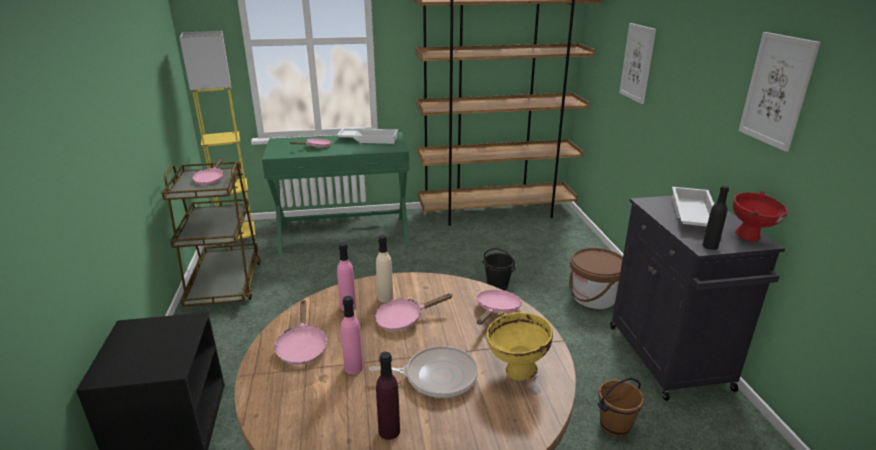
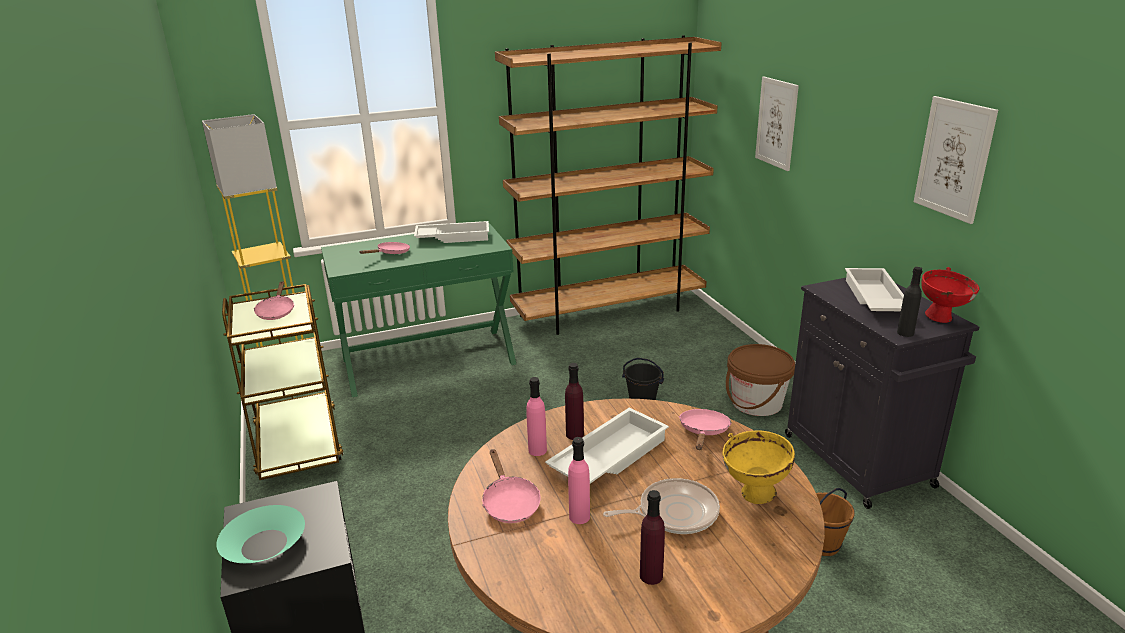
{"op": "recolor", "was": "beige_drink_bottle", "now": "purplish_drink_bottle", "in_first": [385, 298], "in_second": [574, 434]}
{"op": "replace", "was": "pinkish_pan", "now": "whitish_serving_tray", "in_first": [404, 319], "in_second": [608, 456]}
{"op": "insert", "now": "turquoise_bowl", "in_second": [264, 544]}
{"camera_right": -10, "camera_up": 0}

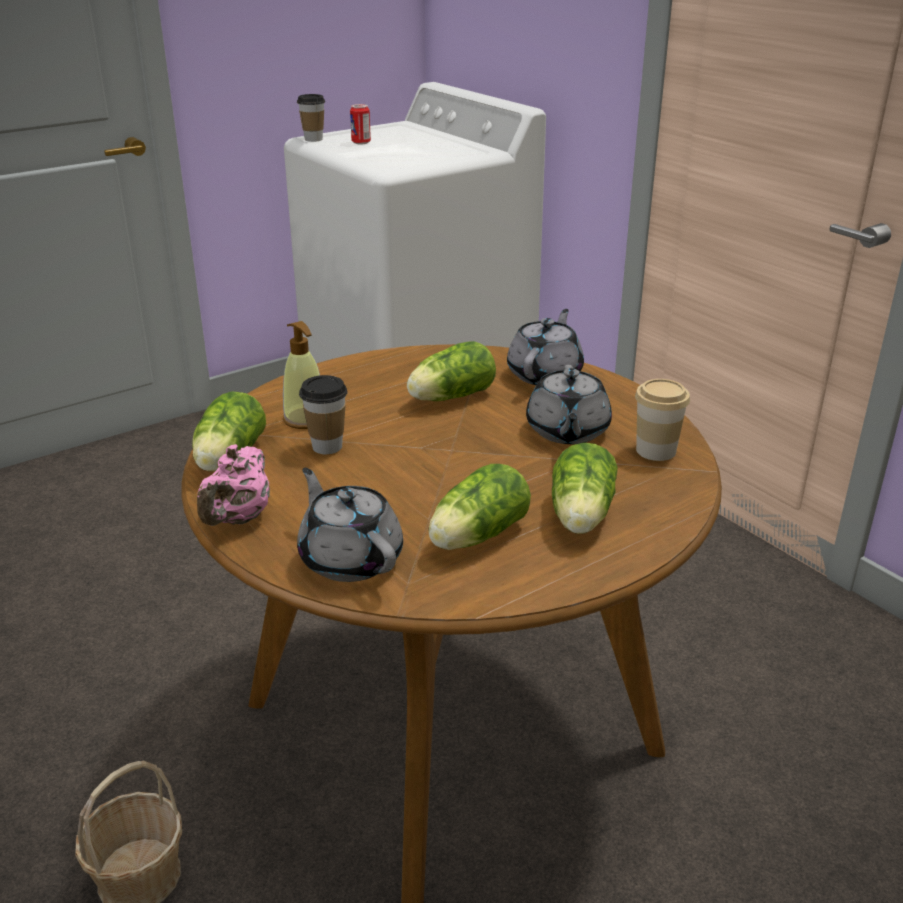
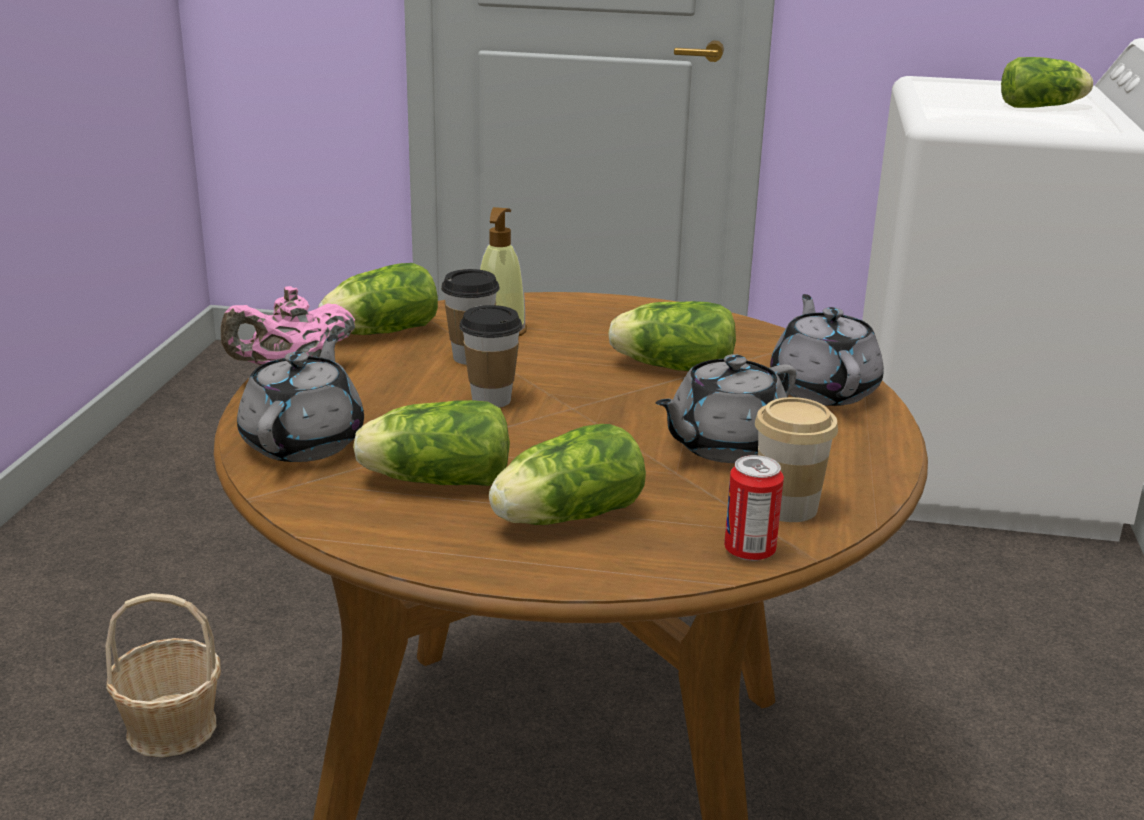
{"op": "move", "was": "small_cup", "in_first": [313, 139], "in_second": [491, 400]}
{"op": "move", "was": "metal_can", "in_first": [361, 143], "in_second": [749, 551]}
{"op": "rotate", "was": "gray_tea_pot", "in_first": [545, 374], "in_second": [823, 389], "clockwise": -75}
{"op": "insert", "now": "lettuce_head", "in_second": [1043, 107]}
{"camera_right": 45, "camera_up": -5}

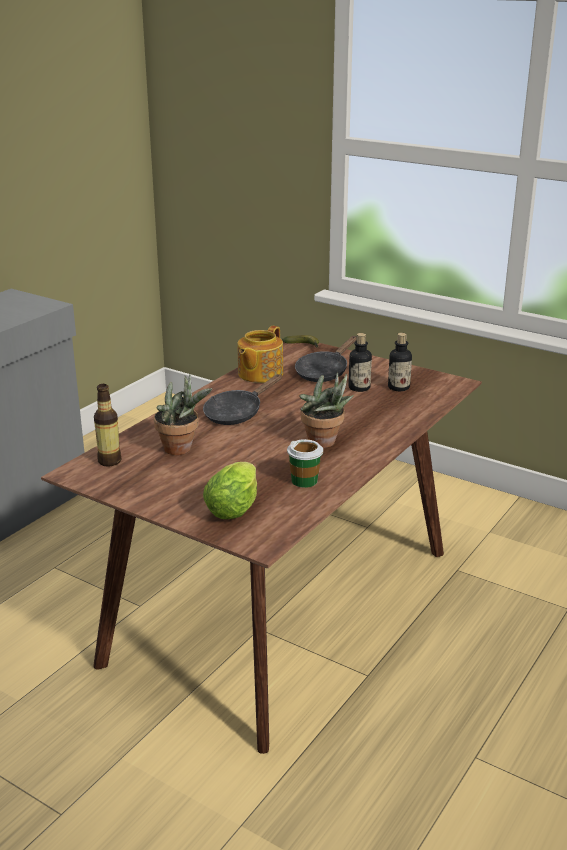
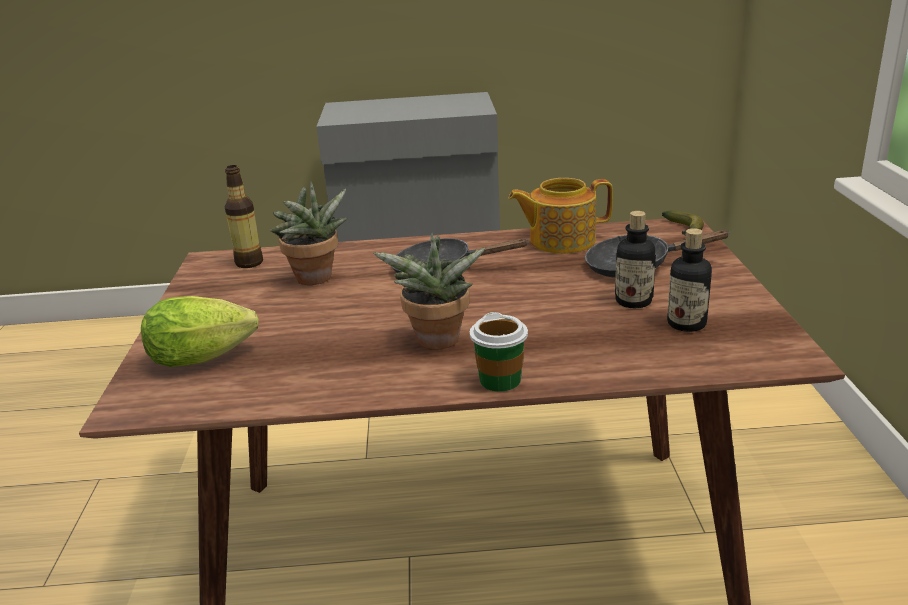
{"op": "move", "was": "small_cup", "in_first": [304, 481], "in_second": [500, 380]}
{"camera_right": 55, "camera_up": 0}

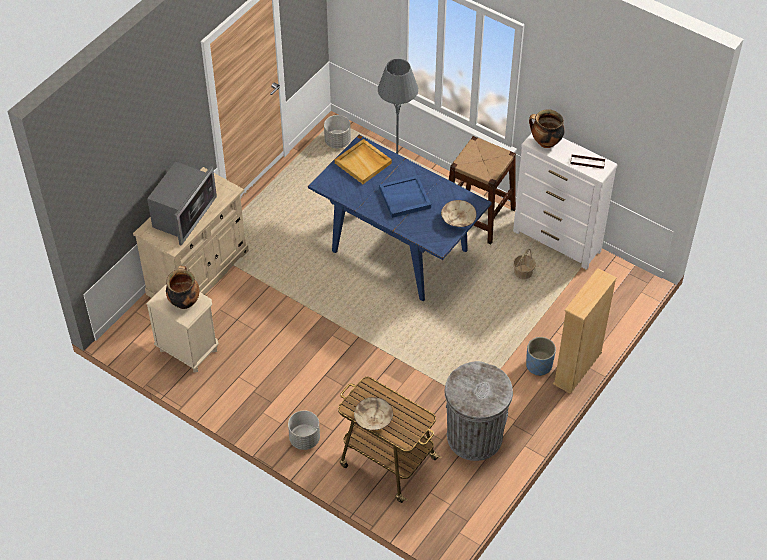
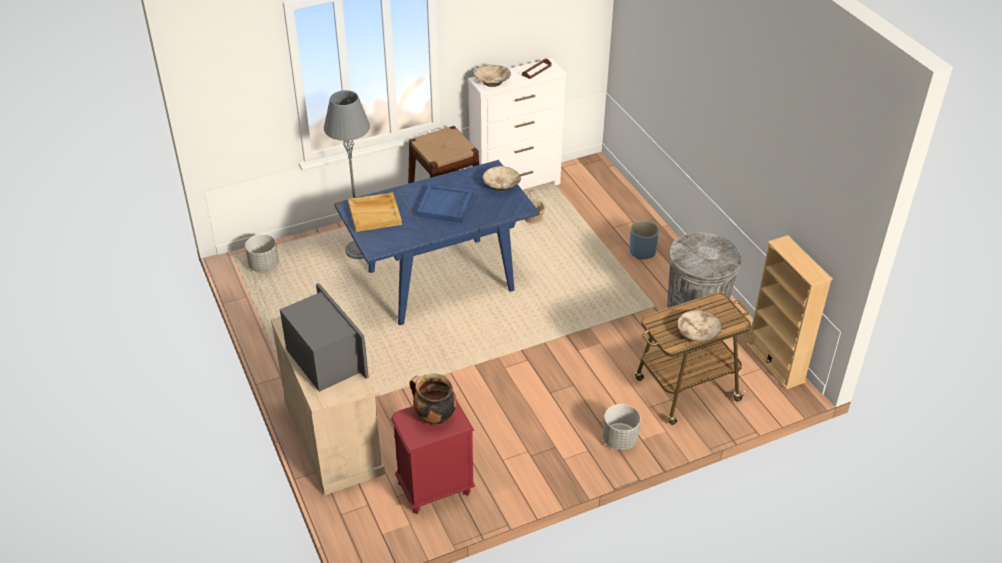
{"op": "replace", "was": "cooking_pot", "now": "beige_bowl", "in_first": [545, 142], "in_second": [492, 81]}
{"op": "move", "was": "beige_bookcase", "in_first": [577, 368], "in_second": [775, 363]}
{"op": "recolor", "was": "beige_night_table", "now": "red_night_table", "in_first": [188, 350], "in_second": [434, 488]}
{"camera_right": -60, "camera_up": -10}

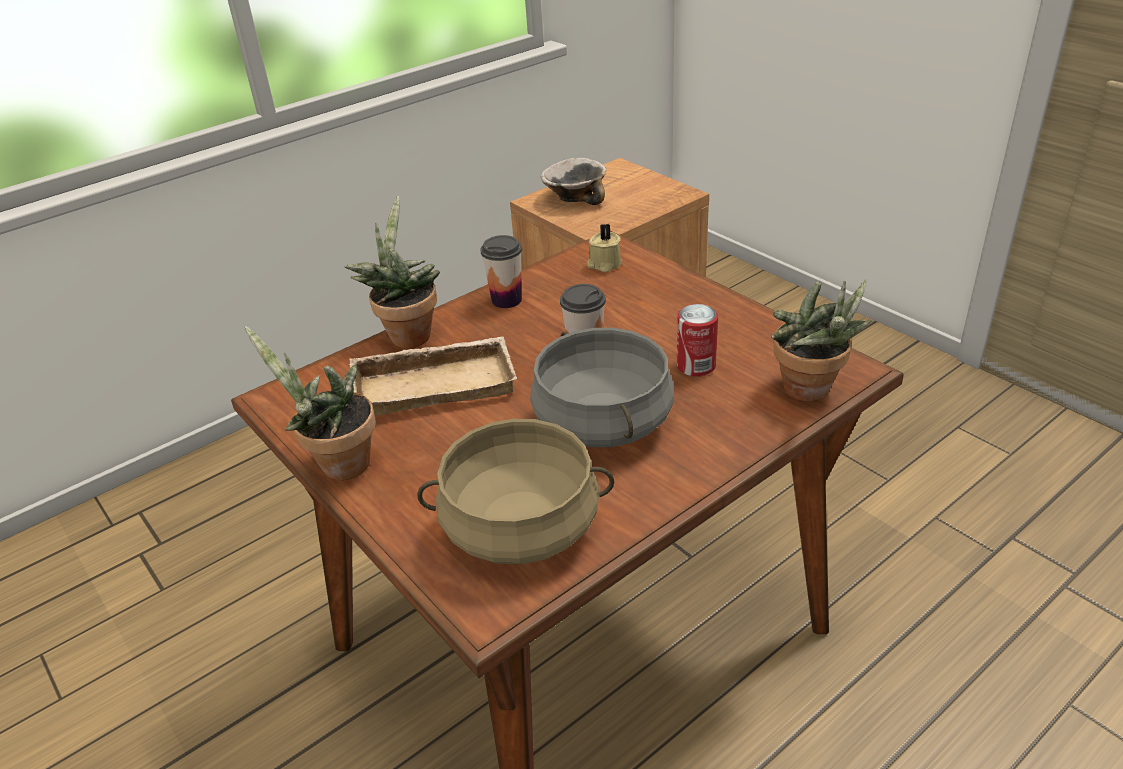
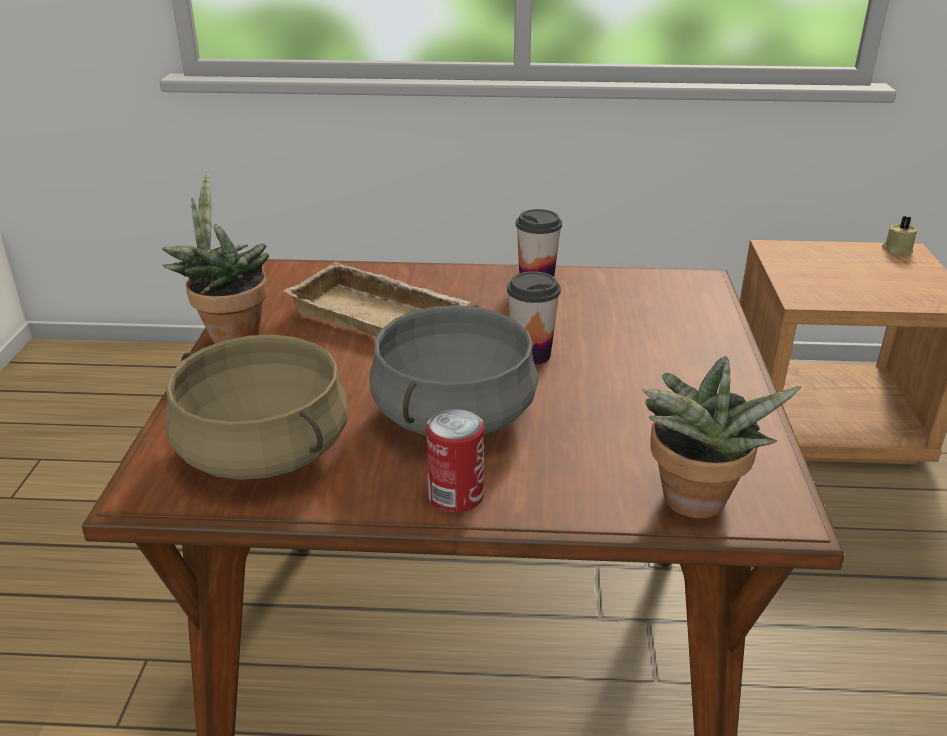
{"op": "delete", "was": "bowl", "in_first": [574, 198]}
{"op": "delete", "was": "houseplant", "in_first": [408, 334]}
{"op": "move", "was": "beige_candle", "in_first": [604, 264], "in_second": [896, 250]}
{"op": "move", "was": "metal_can", "in_first": [696, 366], "in_second": [456, 496]}
{"camera_right": 40, "camera_up": -5}

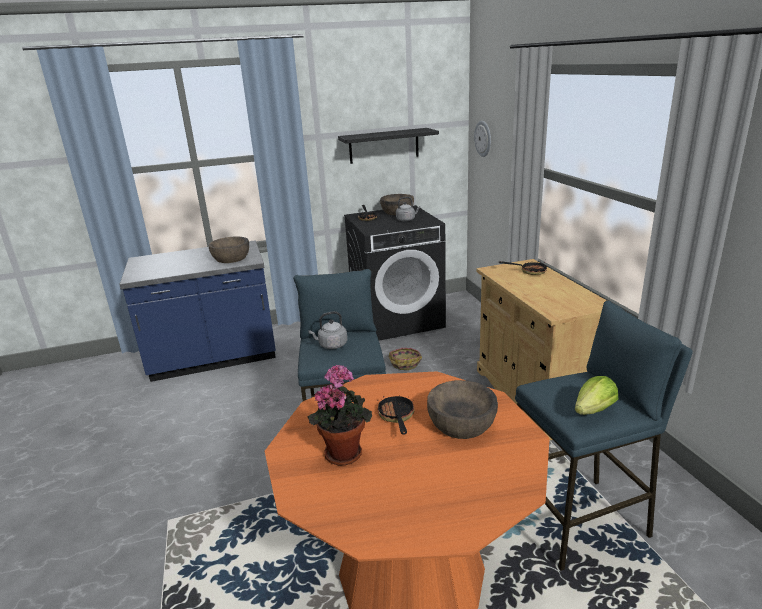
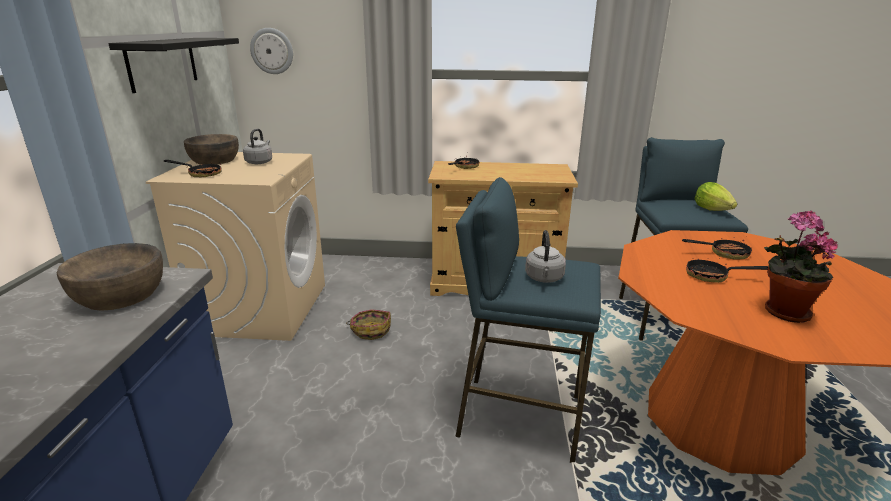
{"op": "recolor", "was": "black_washing_machine", "now": "beige_washing_machine", "in_first": [397, 319], "in_second": [261, 308]}
{"op": "replace", "was": "brownish_bowl", "now": "pan", "in_first": [461, 423], "in_second": [723, 253]}
{"camera_right": -70, "camera_up": 0}

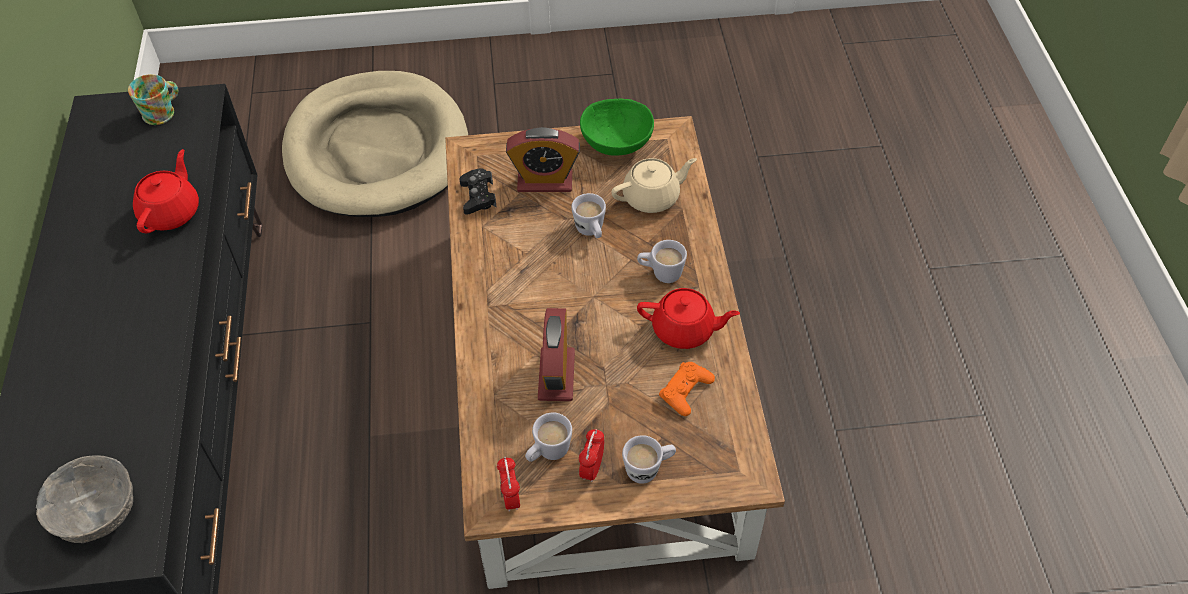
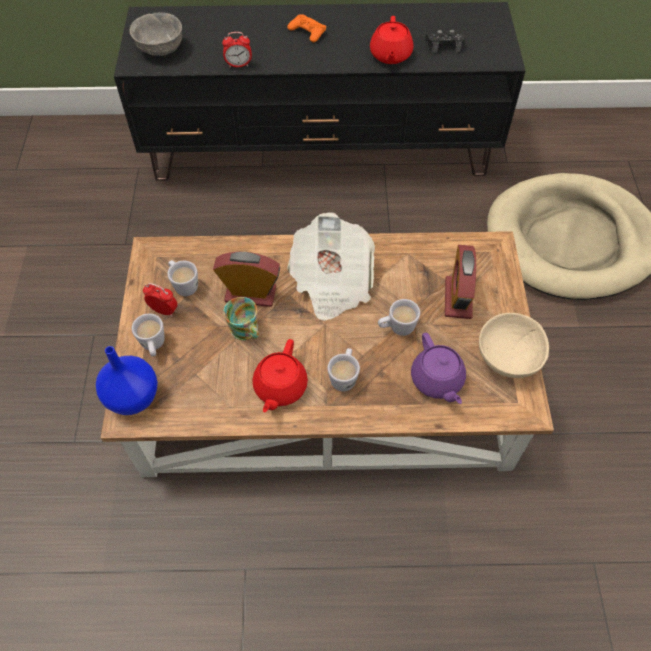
{"op": "move", "was": "mug", "in_first": [163, 112], "in_second": [246, 332]}
{"op": "recolor", "was": "greenish_bowl", "now": "beige_bowl", "in_first": [615, 144], "in_second": [508, 357]}
{"op": "rotate", "was": "red_tea_pot", "in_first": [172, 212], "in_second": [390, 55], "clockwise": 75}
{"op": "recolor", "was": "beige_tea_pot", "now": "purplish_tea_pot", "in_first": [652, 197], "in_second": [437, 380]}
{"op": "move", "was": "black_game_controller", "in_first": [478, 196], "in_second": [444, 45]}
{"op": "move", "was": "orangey_game_controller", "in_first": [686, 391], "in_second": [307, 32]}
{"op": "move", "was": "bedside_clock", "in_first": [511, 497], "in_second": [238, 65]}
{"op": "insert", "now": "daily_paper", "in_second": [331, 282]}
{"op": "insert", "now": "blue-coloured_vase", "in_second": [132, 397]}
{"camera_right": 95, "camera_up": 5}

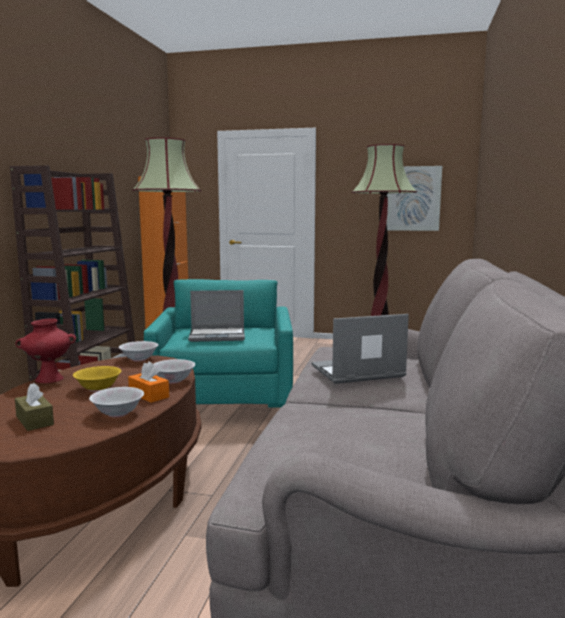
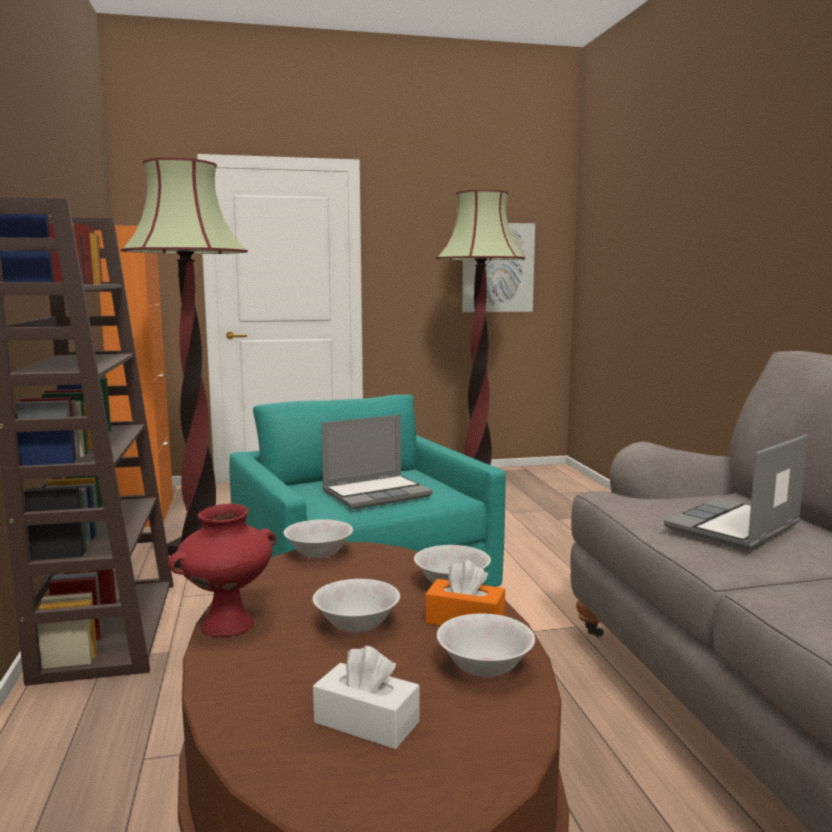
{"op": "recolor", "was": "yellowish_bowl", "now": "whitish_bowl", "in_first": [98, 389], "in_second": [356, 626]}
{"op": "recolor", "was": "brownish_box_of_tissues", "now": "whitish_box_of_tissues", "in_first": [34, 420], "in_second": [366, 722]}
{"camera_right": -25, "camera_up": 0}

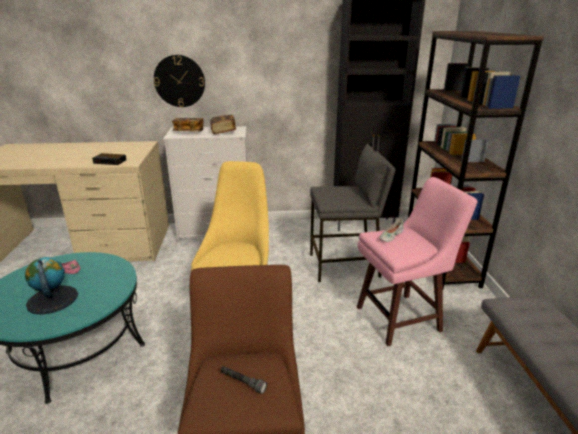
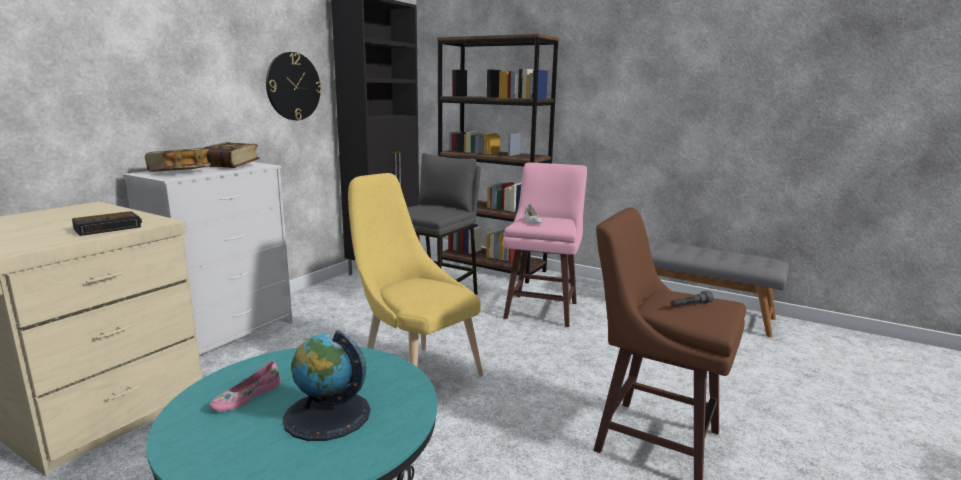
{"op": "move", "was": "hanging_clock", "in_first": [179, 81], "in_second": [293, 86]}
{"camera_right": -55, "camera_up": -10}

